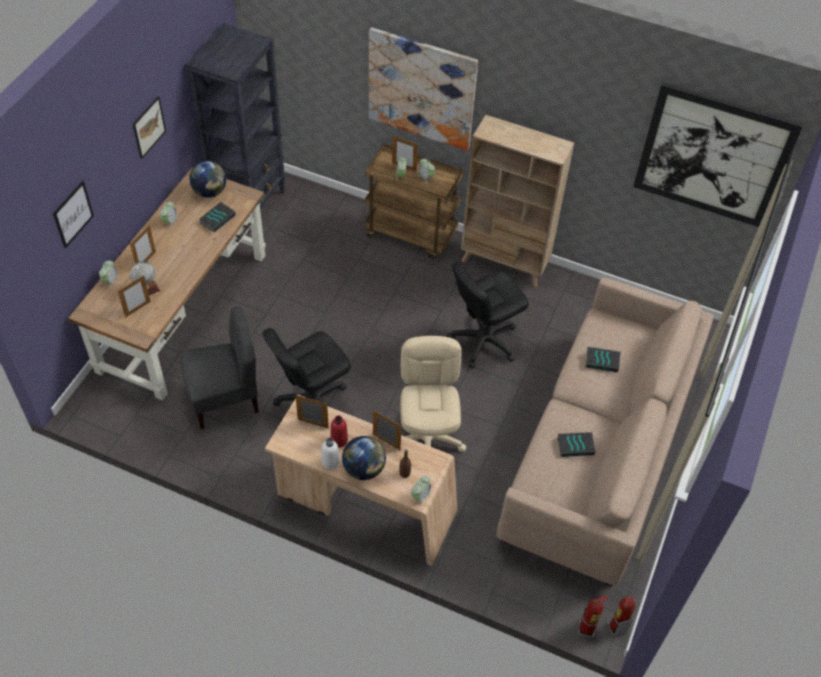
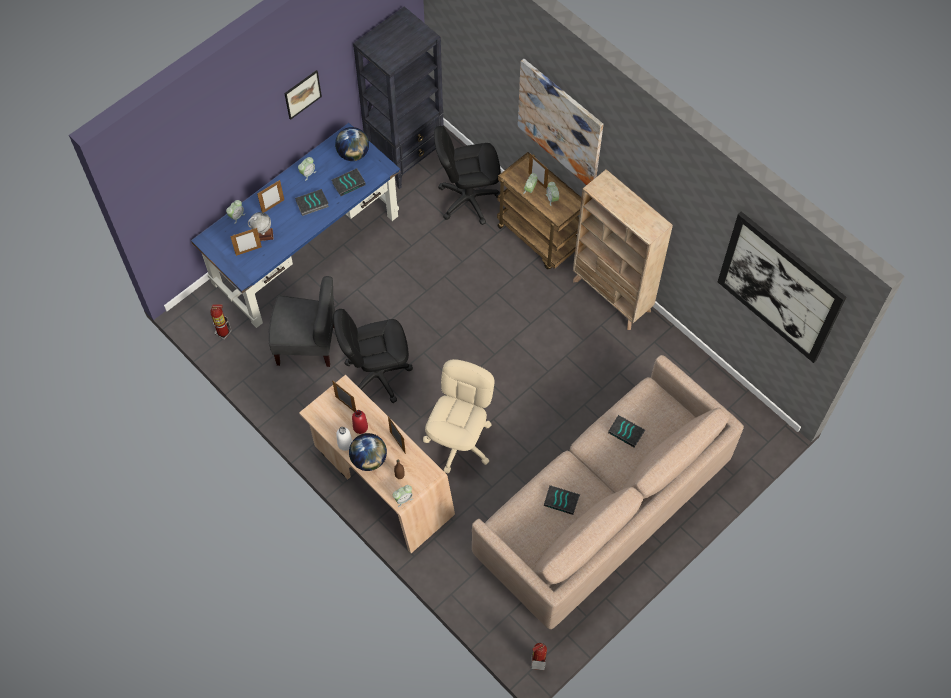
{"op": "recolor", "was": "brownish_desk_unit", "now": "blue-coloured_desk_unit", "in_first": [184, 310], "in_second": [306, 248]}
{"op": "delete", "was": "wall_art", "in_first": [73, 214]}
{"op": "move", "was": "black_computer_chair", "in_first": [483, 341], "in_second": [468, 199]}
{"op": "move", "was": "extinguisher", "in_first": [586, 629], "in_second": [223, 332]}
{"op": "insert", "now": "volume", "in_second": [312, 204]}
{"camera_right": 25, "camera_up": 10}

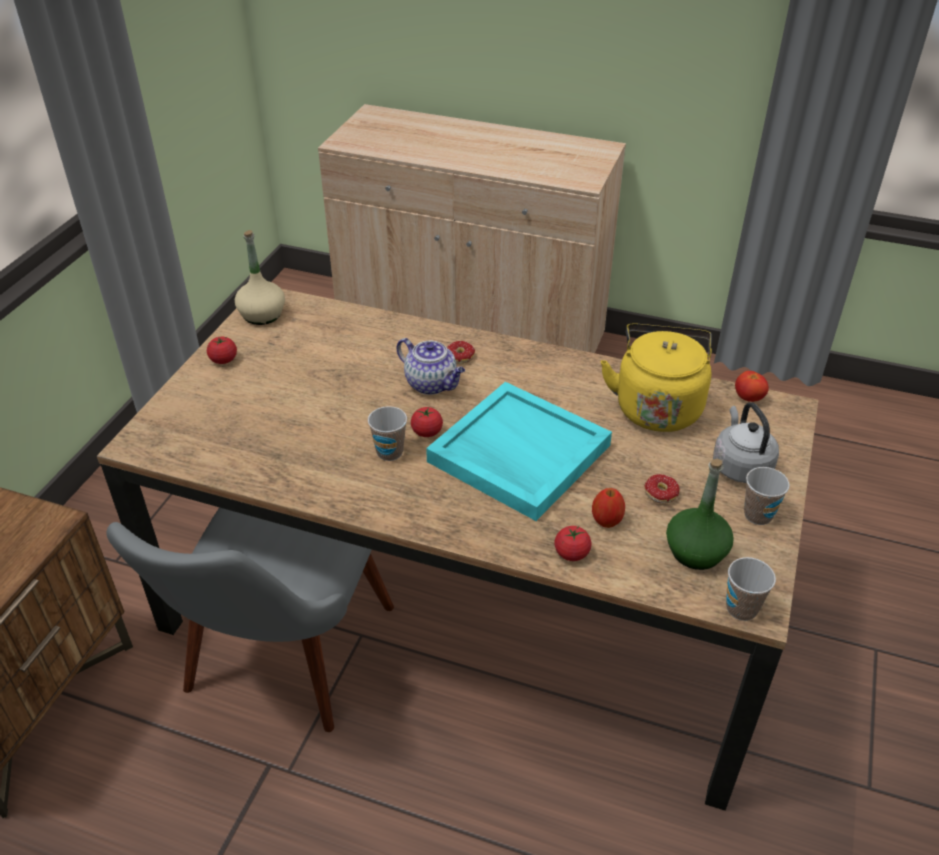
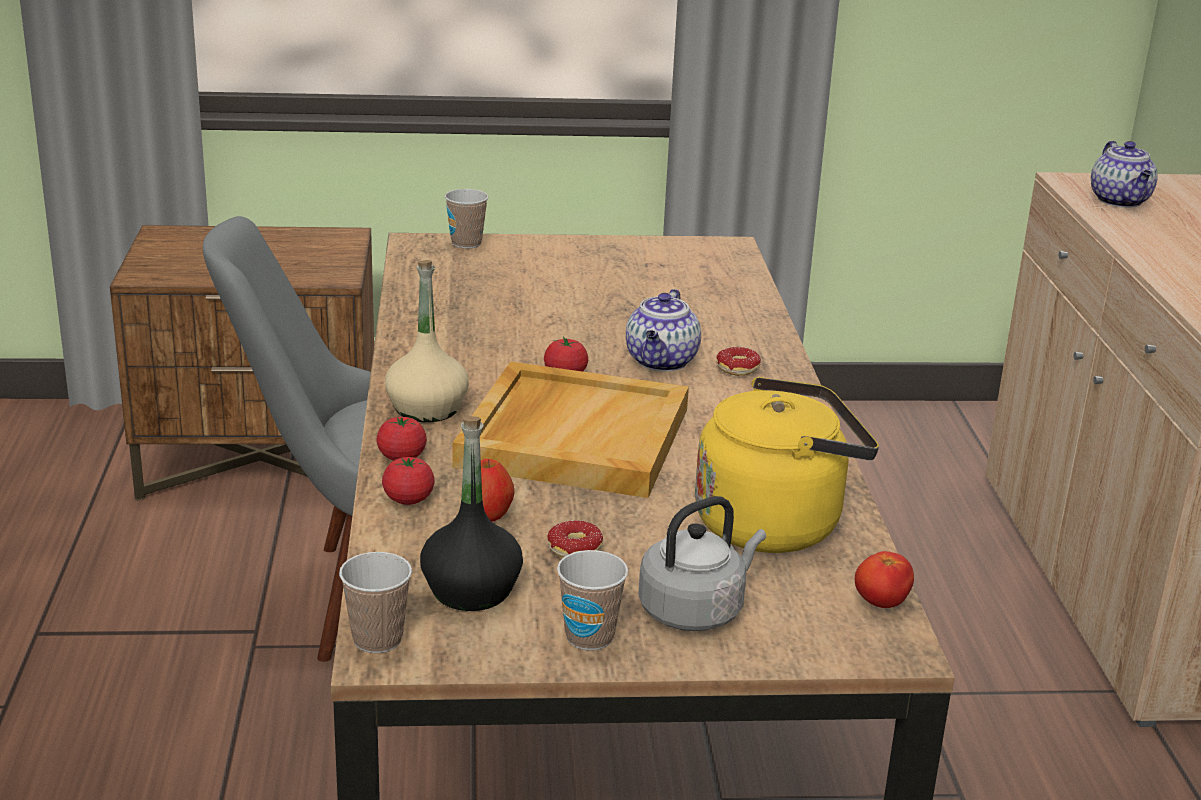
{"op": "move", "was": "beige_drink_bottle", "in_first": [262, 315], "in_second": [426, 409]}
{"op": "move", "was": "whole_tomato", "in_first": [223, 360], "in_second": [401, 457]}
{"op": "recolor", "was": "turquoise_serving_tray", "now": "beige_serving_tray", "in_first": [517, 453], "in_second": [573, 436]}
{"op": "move", "was": "small_cup", "in_first": [389, 452], "in_second": [466, 243]}
{"op": "recolor", "was": "greenish_drink_bottle", "now": "black_drink_bottle", "in_first": [695, 552], "in_second": [471, 590]}
{"op": "insert", "now": "tea_pot", "in_second": [1120, 201]}
{"camera_right": 65, "camera_up": -15}

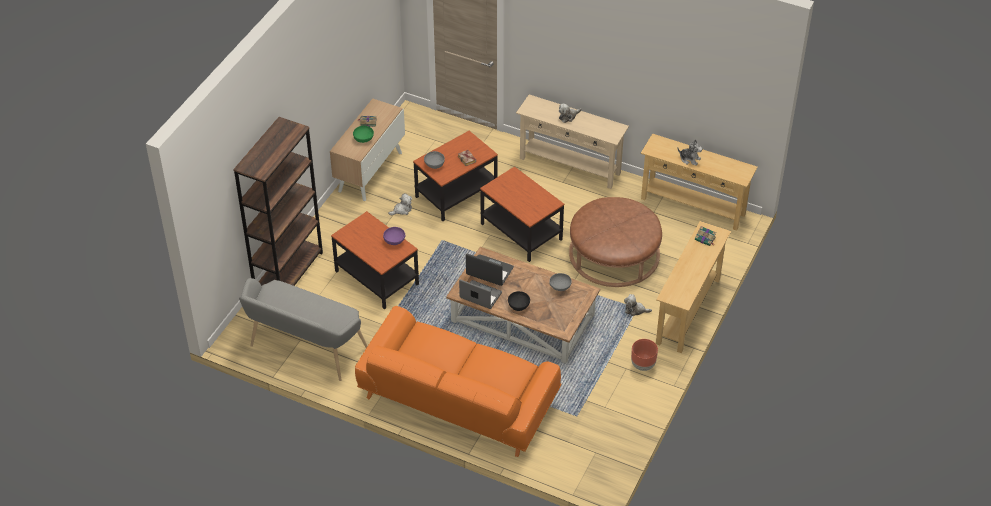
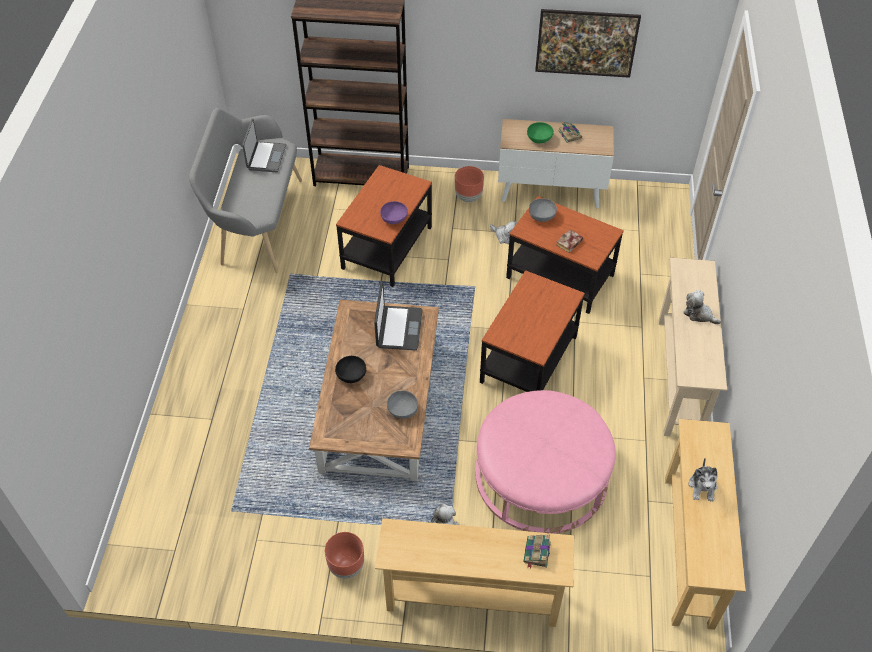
{"op": "recolor", "was": "brownish_pouffe", "now": "pinkish_pouffe", "in_first": [614, 253], "in_second": [541, 474]}
{"op": "move", "was": "portable_computer", "in_first": [480, 296], "in_second": [266, 157]}
{"op": "delete", "was": "orangey_couch", "in_first": [457, 399]}
{"op": "insert", "now": "wall_art", "in_second": [584, 58]}
{"op": "insert", "now": "brownish_flower_pot", "in_second": [468, 197]}
{"camera_right": 70, "camera_up": 5}

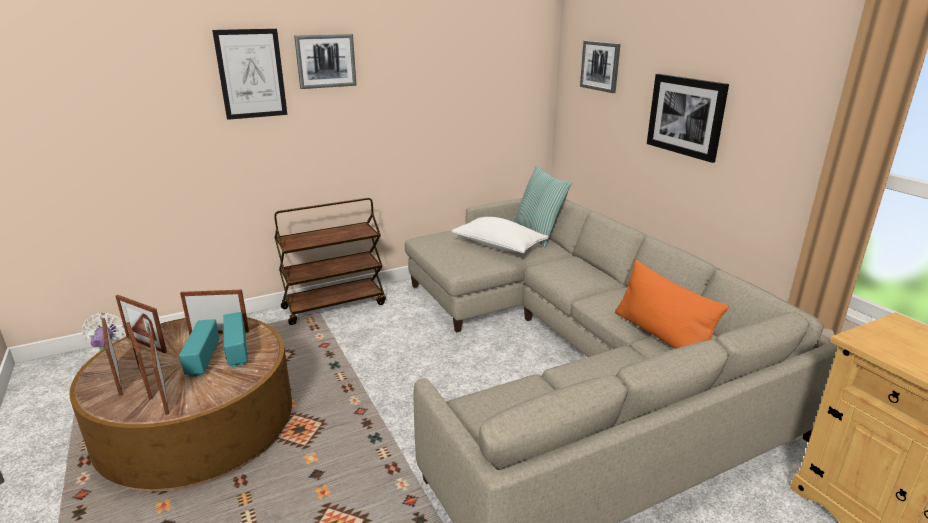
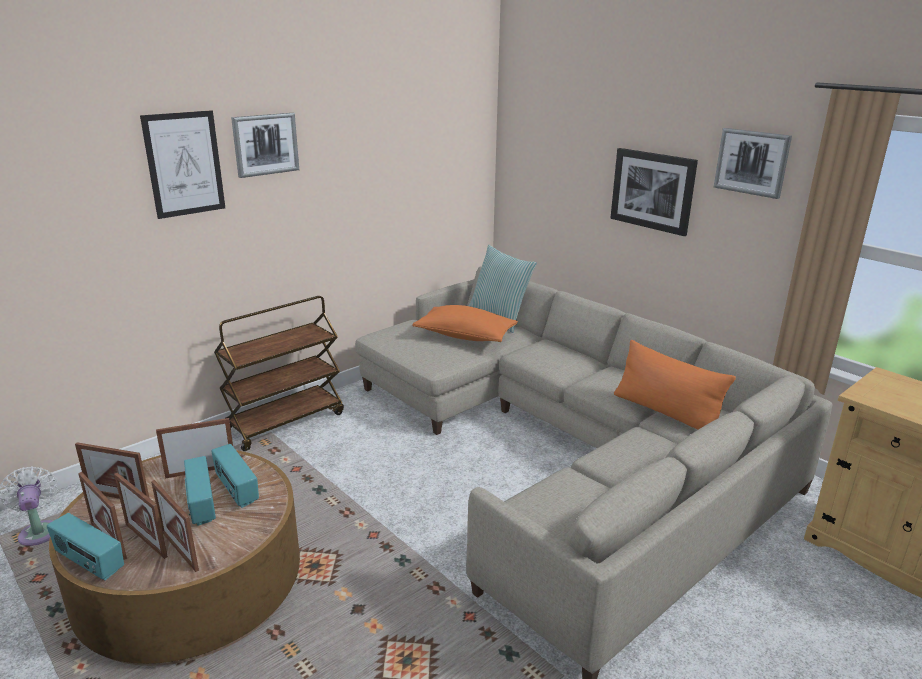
{"op": "move", "was": "wall_art", "in_first": [600, 66], "in_second": [752, 162]}
{"op": "recolor", "was": "whitish_pillow", "now": "orangey_pillow", "in_first": [499, 246], "in_second": [465, 336]}
{"op": "insert", "now": "radio_receiver", "in_second": [89, 563]}
{"camera_right": -15, "camera_up": 0}

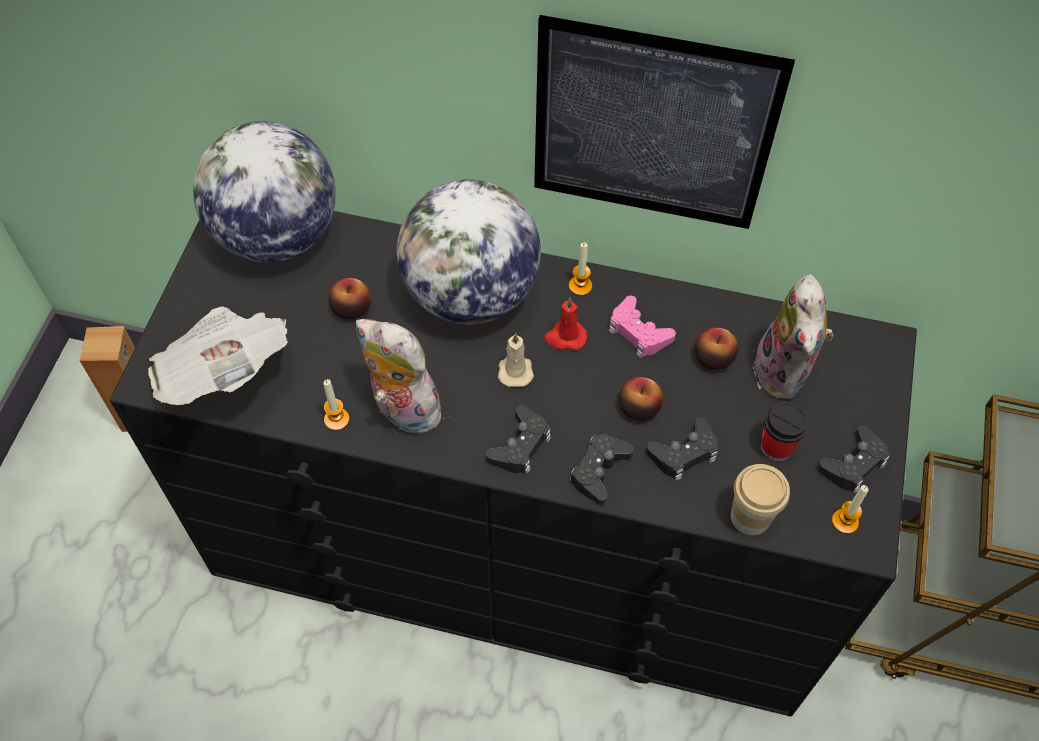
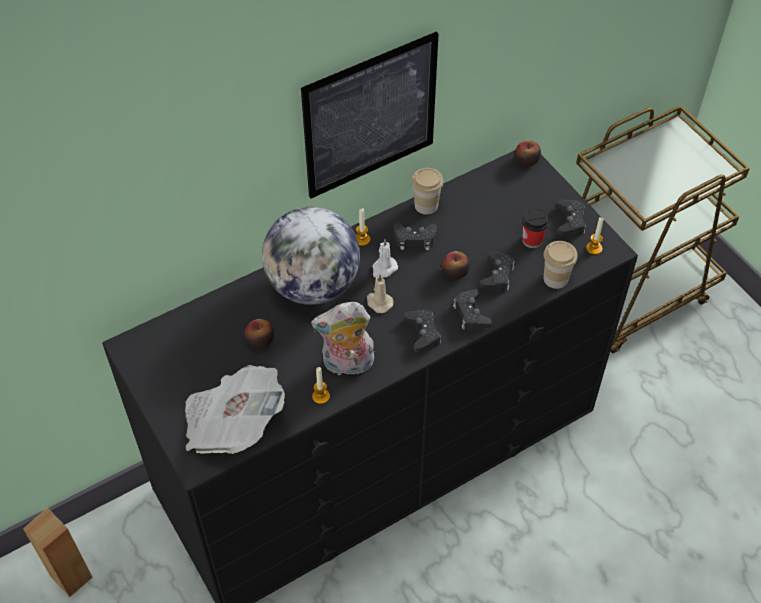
{"op": "delete", "was": "world_globe", "in_first": [276, 235]}
{"op": "delete", "was": "cuddly_toy", "in_first": [785, 373]}
{"op": "recolor", "was": "pinkish_game_controller", "now": "black_game_controller", "in_first": [638, 332], "in_second": [414, 239]}
{"op": "recolor", "was": "red_candle", "now": "whitish_candle", "in_first": [565, 337], "in_second": [384, 269]}
{"op": "move", "was": "apple", "in_first": [713, 357], "in_second": [526, 160]}
{"op": "insert", "now": "small_cup", "in_second": [426, 205]}
{"camera_right": -45, "camera_up": -5}

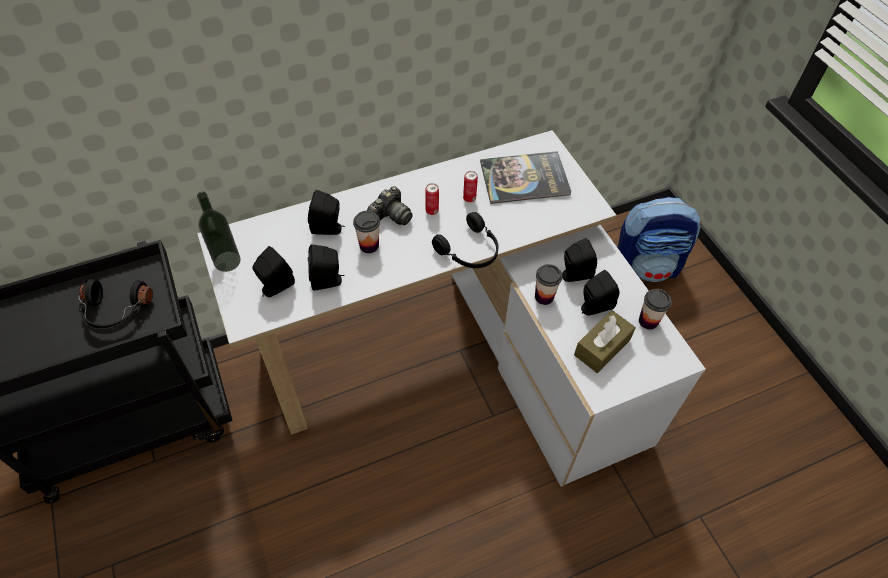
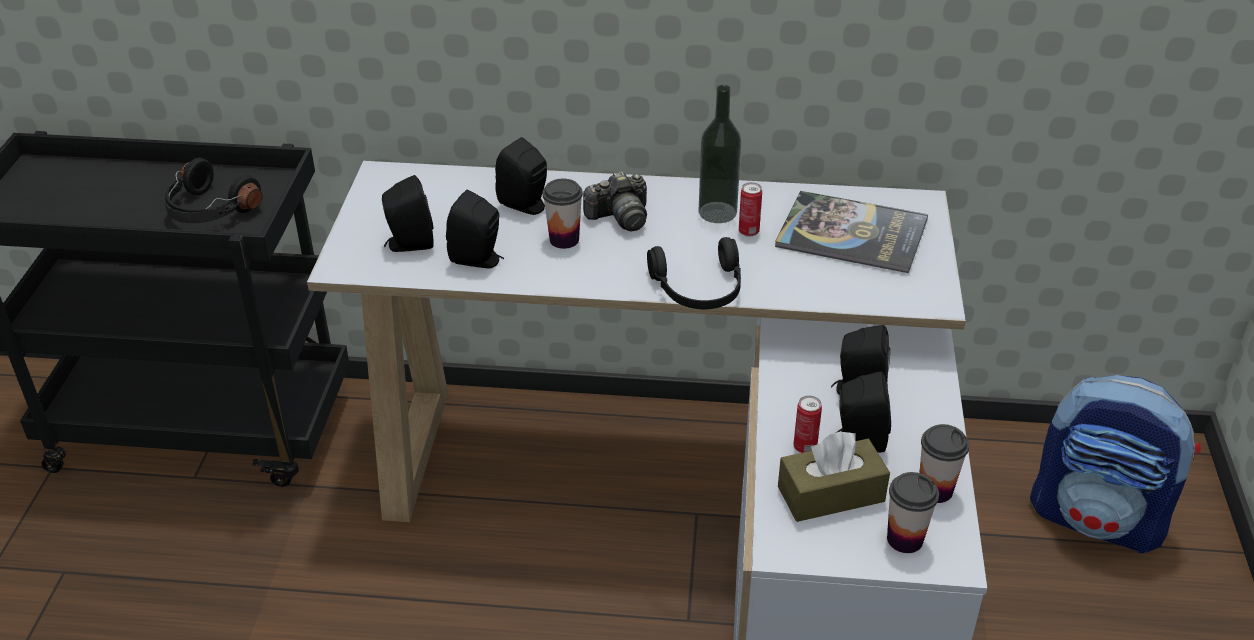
{"op": "move", "was": "metal_can", "in_first": [432, 211], "in_second": [805, 447]}
{"op": "move", "was": "drink_bottle", "in_first": [227, 261], "in_second": [717, 212]}
{"op": "move", "was": "small_cup", "in_first": [544, 297], "in_second": [905, 539]}
{"camera_right": 30, "camera_up": -15}

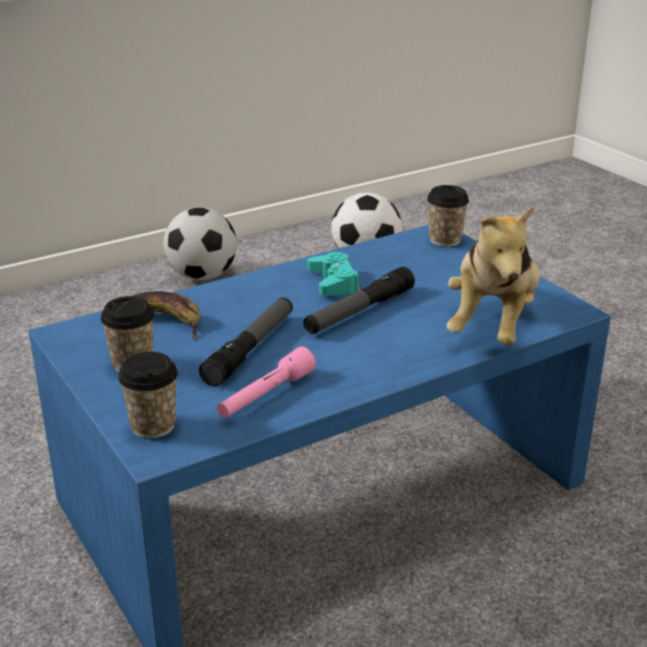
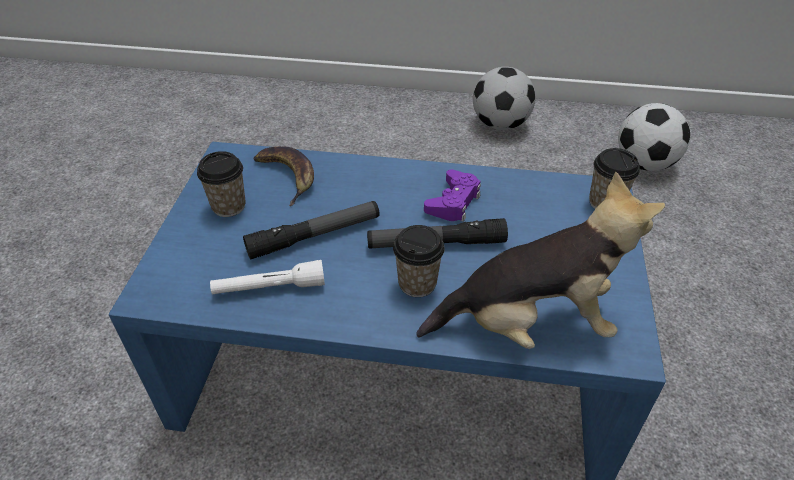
{"op": "rotate", "was": "cuddly_toy", "in_first": [493, 325], "in_second": [530, 324], "clockwise": -150}
{"op": "recolor", "was": "turquoise_game_controller", "now": "purplish_game_controller", "in_first": [333, 282], "in_second": [453, 202]}
{"op": "recolor", "was": "pinkish_flashlight", "now": "whitish_flashlight", "in_first": [266, 396], "in_second": [269, 288]}
{"op": "move", "was": "small_cup", "in_first": [153, 426], "in_second": [417, 283]}
{"camera_right": 40, "camera_up": 15}

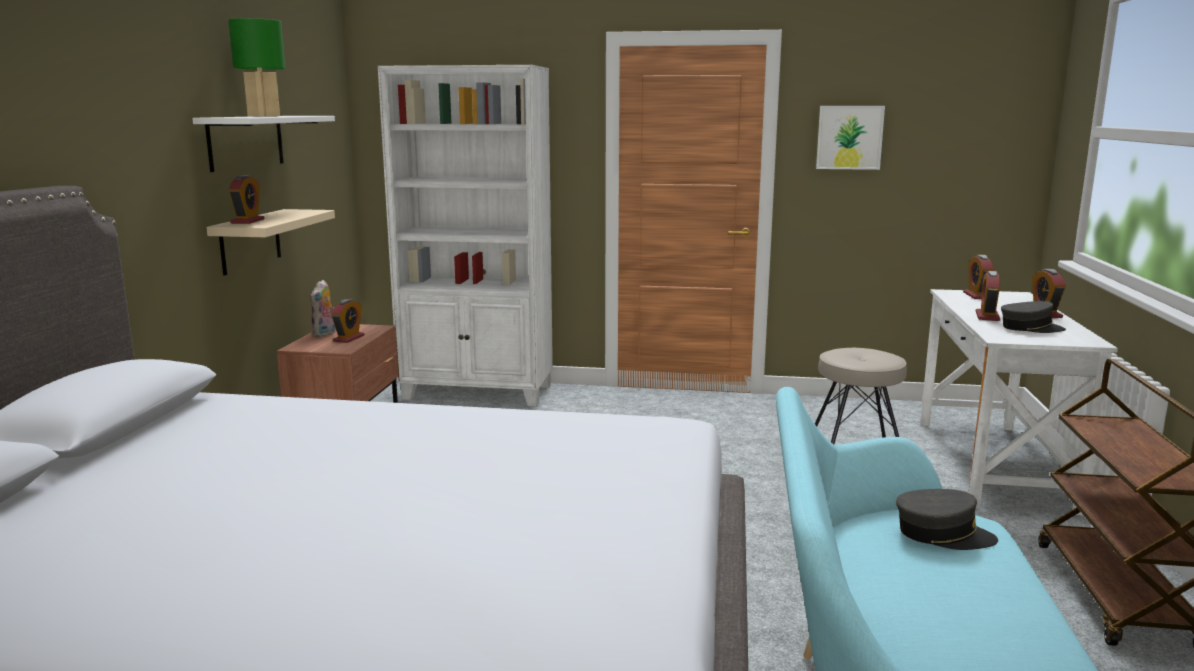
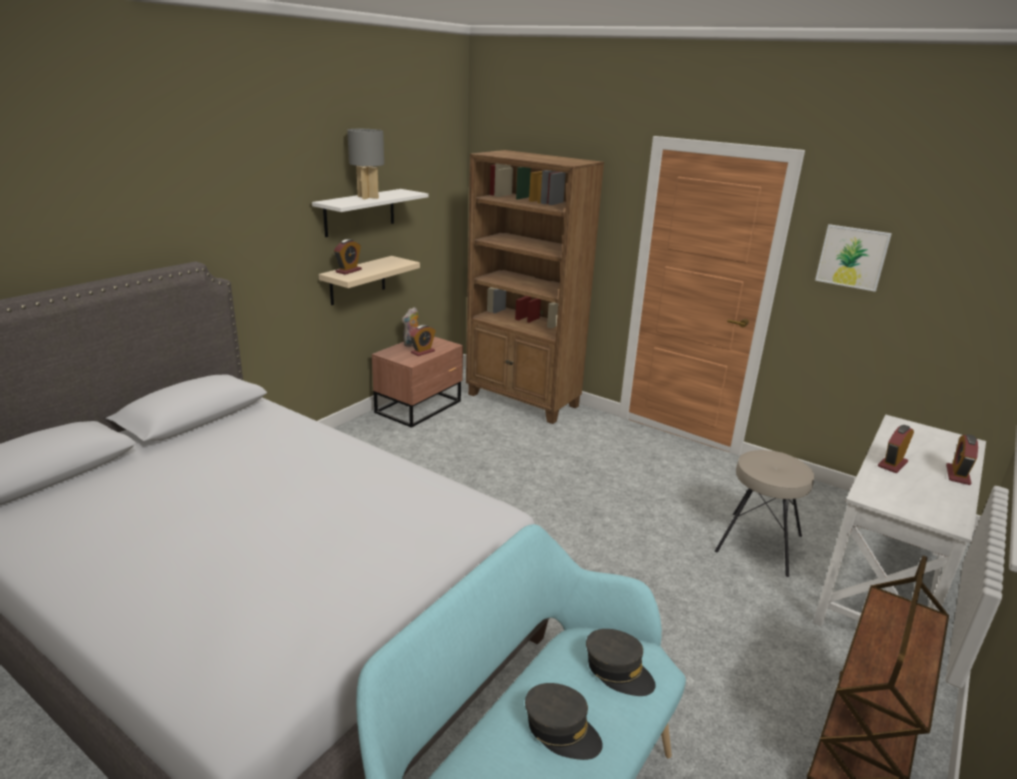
{"op": "recolor", "was": "greenish_lamp_for_a_table", "now": "gray_lamp_for_a_table", "in_first": [263, 116], "in_second": [368, 197]}
{"op": "recolor", "was": "whitish_bookcase", "now": "brownish_bookcase", "in_first": [478, 392], "in_second": [523, 401]}
{"op": "delete", "was": "bedside_clock", "in_first": [977, 296]}
{"op": "move", "was": "gray_peaked_cap", "in_first": [1030, 328], "in_second": [561, 730]}
{"camera_right": 25, "camera_up": 10}

